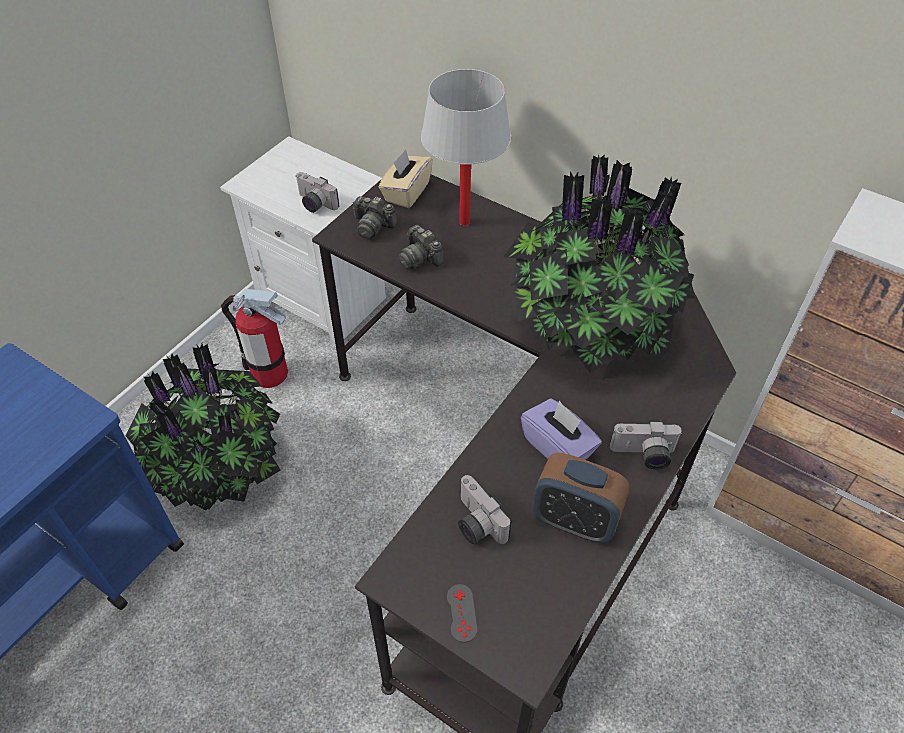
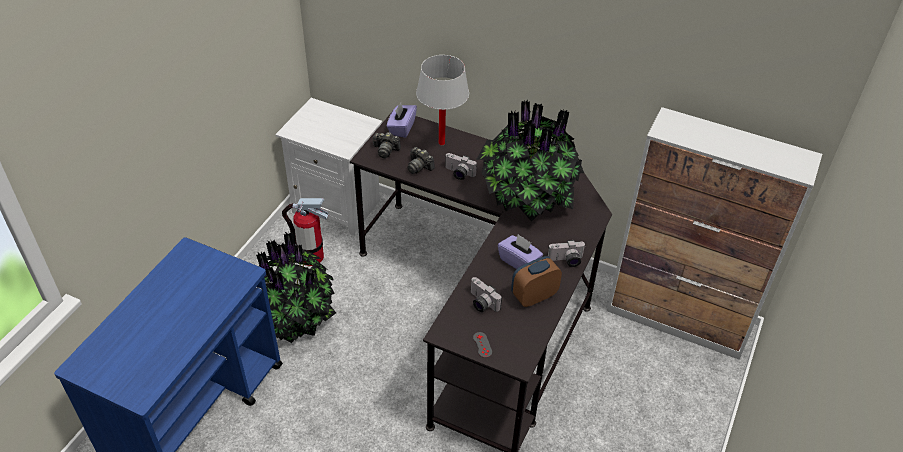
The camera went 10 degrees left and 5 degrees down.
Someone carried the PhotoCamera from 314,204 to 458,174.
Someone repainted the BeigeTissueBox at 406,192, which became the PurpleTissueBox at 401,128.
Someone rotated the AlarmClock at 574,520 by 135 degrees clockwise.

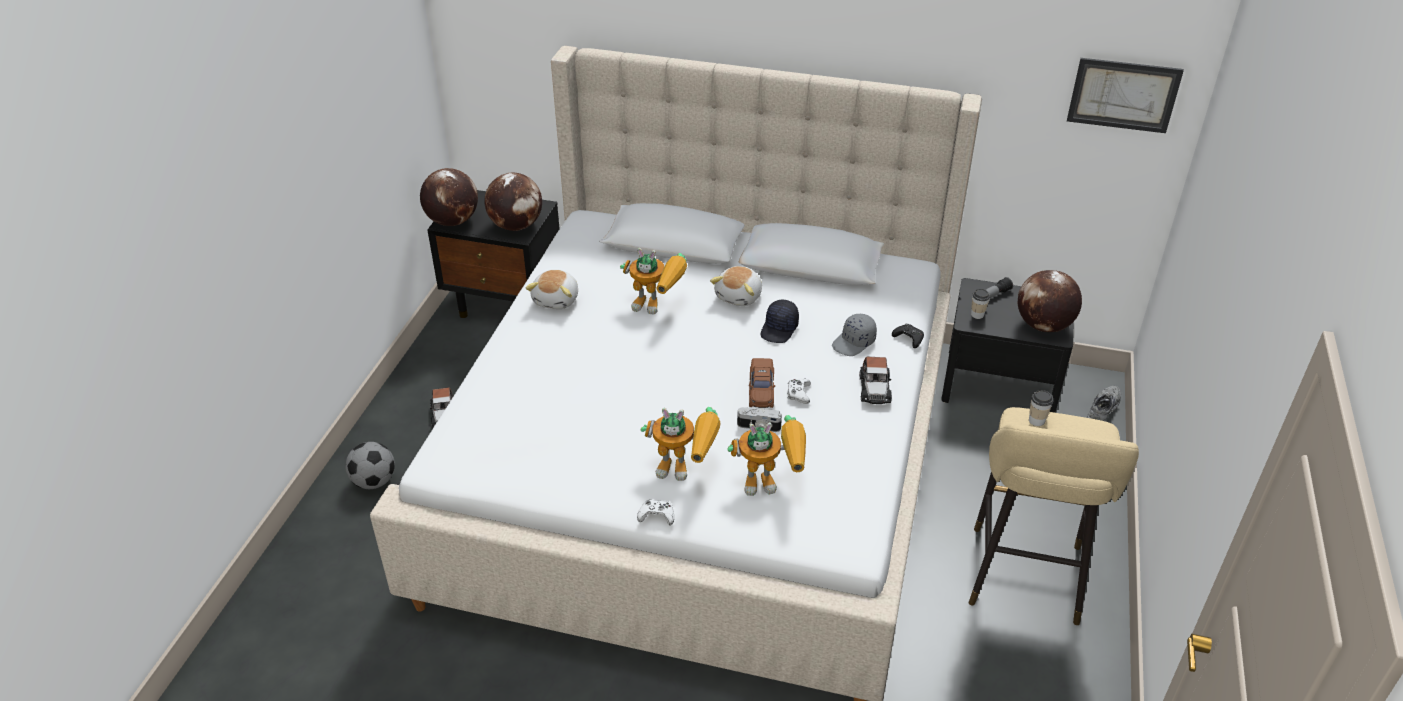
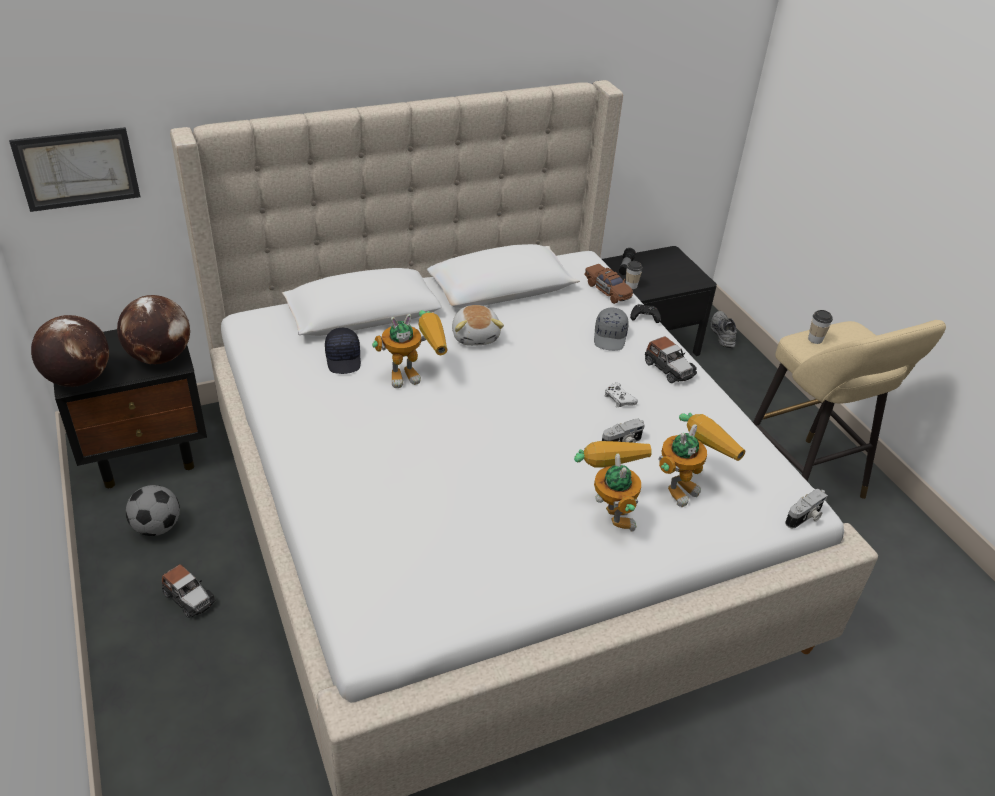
The camera went 40 degrees left and 0 degrees up.
Someone carried the Football from 374,481 to 157,527.
Someone took away the PlushToy at 557,299.
Someone took away the WhiteGameController at 656,515.
Someone rotated the ToyRobot at 686,469 by 75 degrees counterclockwise.
Someone carried the BrownToyCar from 761,391 to 607,290.
Someone carried the BlackCap from 780,329 to 344,359.
Someone took away the Globe at 1043,326.
Someone carried the Picture from 1123,95 to 77,168.
Someone put down the PhotoCamera at 805,517.

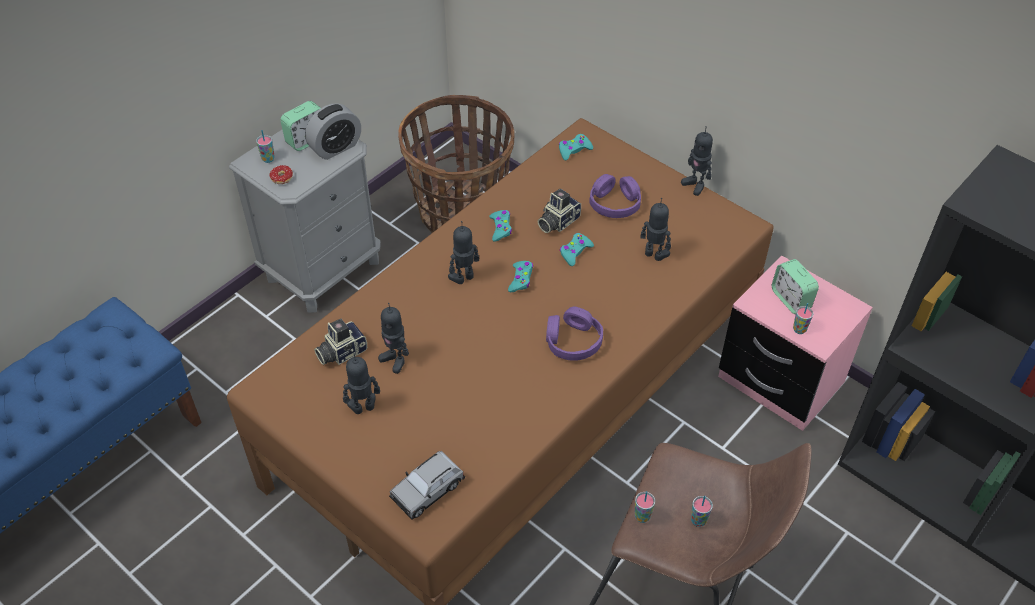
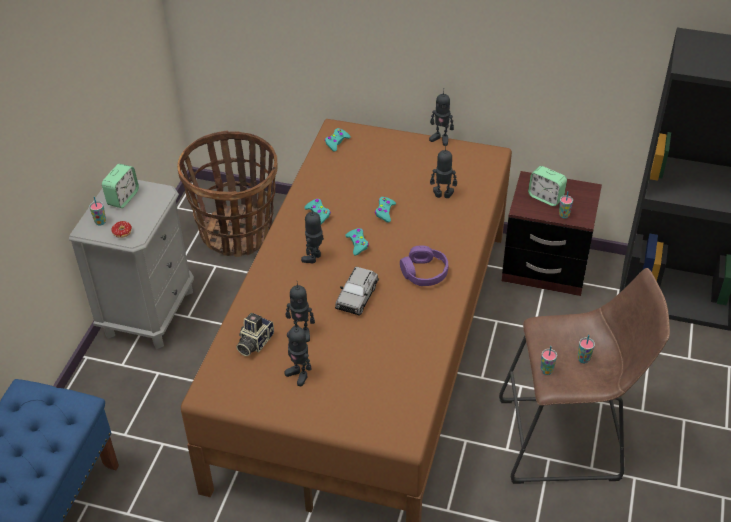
The camera went 25 degrees left and 5 degrees down.
Someone took away the AlarmClock at 336,147.
Someone rotated the ToyRobot at 363,407 by 90 degrees counterclockwise.
Someone carried the GreyToyCar from 427,490 to 357,297.
Someone took away the PhotoCamera at 557,221.
Someone took away the PurpleHeadphones at 614,203.
Someone repainted the PinkNightstand at 780,380, which became the BrownNightstand at 545,267.

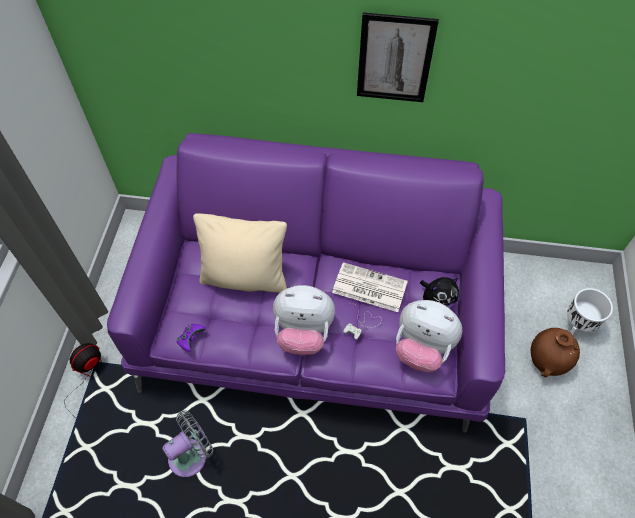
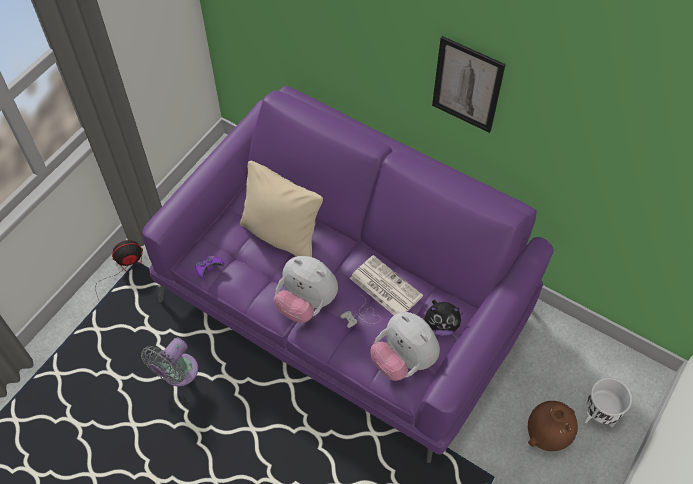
The camera went 25 degrees right and 0 degrees up.
Someone rotated the GreyFan at 191,455 by 135 degrees clockwise.

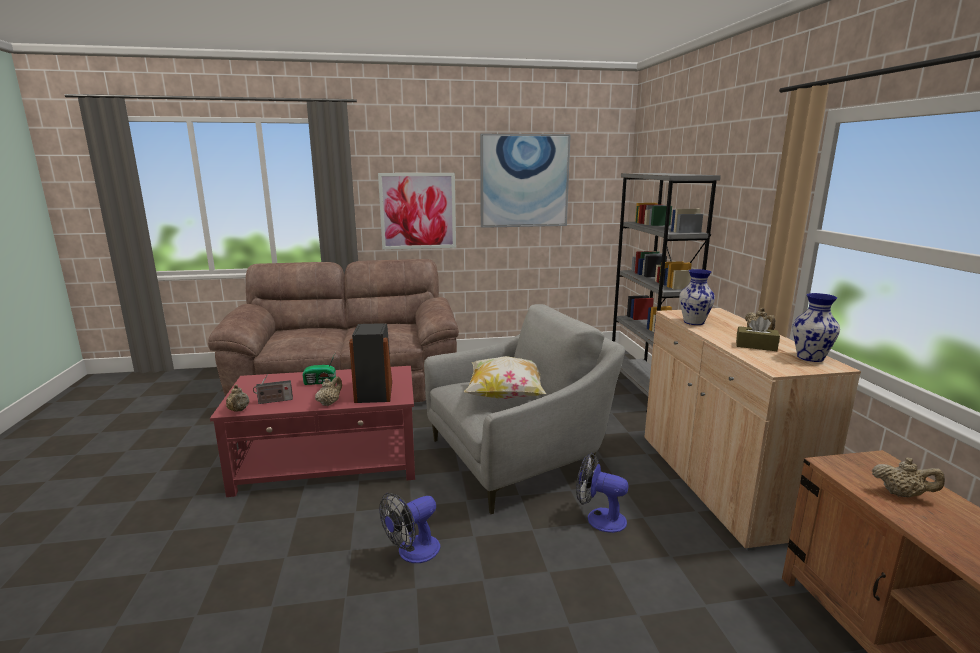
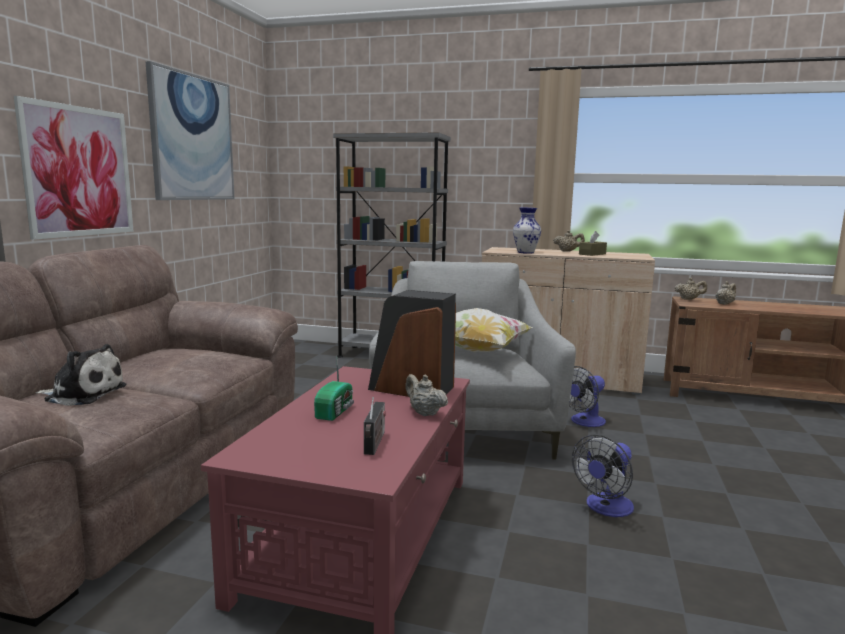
The camera went 65 degrees left and 5 degrees down.
Someone carried the BeigeTeapot from 238,410 to 689,299.
Someone rotated the Fan at 412,553 by 60 degrees clockwise.
Someone took away the Vase at 811,358.
Someone put down the PlushToy at 83,394.

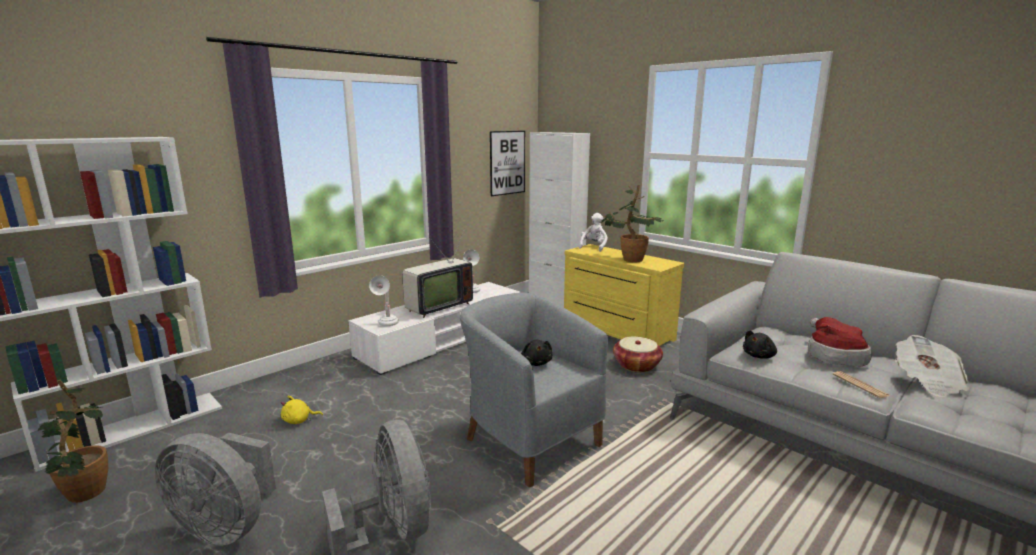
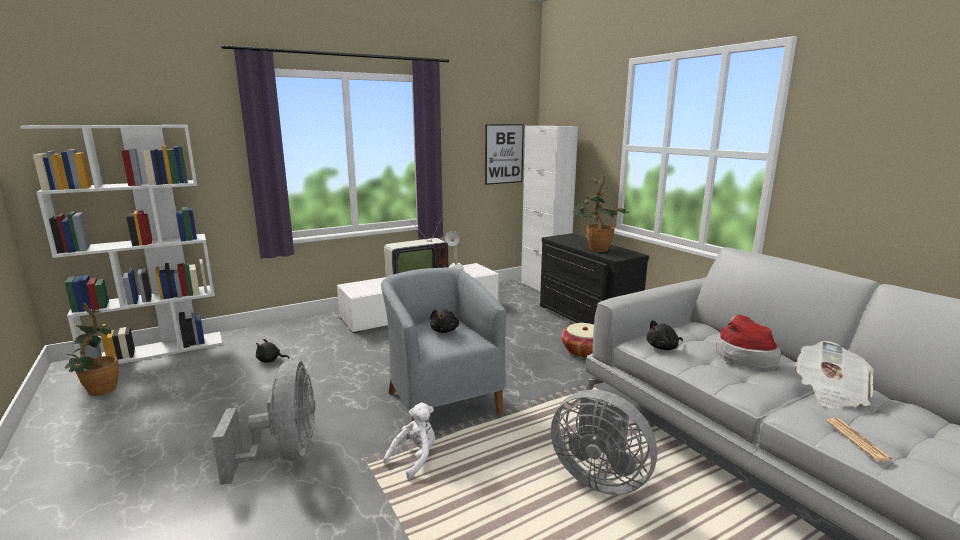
The camera went 15 degrees right and 0 degrees up.
Someone carried the GreyFan from 226,526 to 599,477.
Someone repainted the YellowPlushToy at 299,420, which became the BlackPlushToy at 270,360.
Someone took away the WhiteTableLamp at 386,325.
Someone repainted the YellowDresser at 615,331, which became the BlackDresser at 584,319.
Someone carried the WhitePlushToy from 593,247 to 415,458.
Someone carried the Newspaper from 860,385 to 857,440.

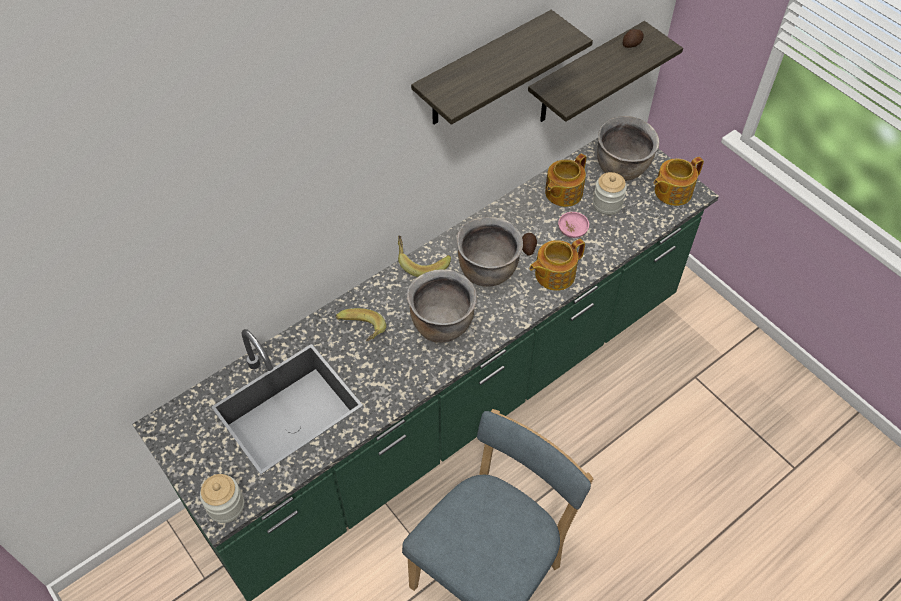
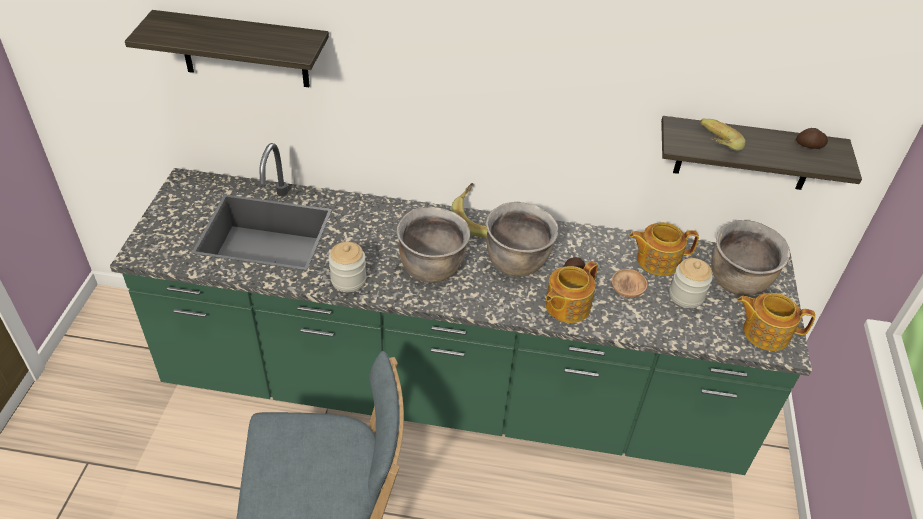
The camera went 45 degrees right and 10 degrees down.
Someone carried the Jar from 226,506 to 348,280.
Someone carried the Banana from 361,334 to 712,147.
Someone carried the Shelf from 482,71 to 244,50.
Someone rotated the Teapot at 553,274 by 60 degrees counterclockwise.
Someone repainted the PinkBowl at 572,230, which became the BrownBowl at 627,290.

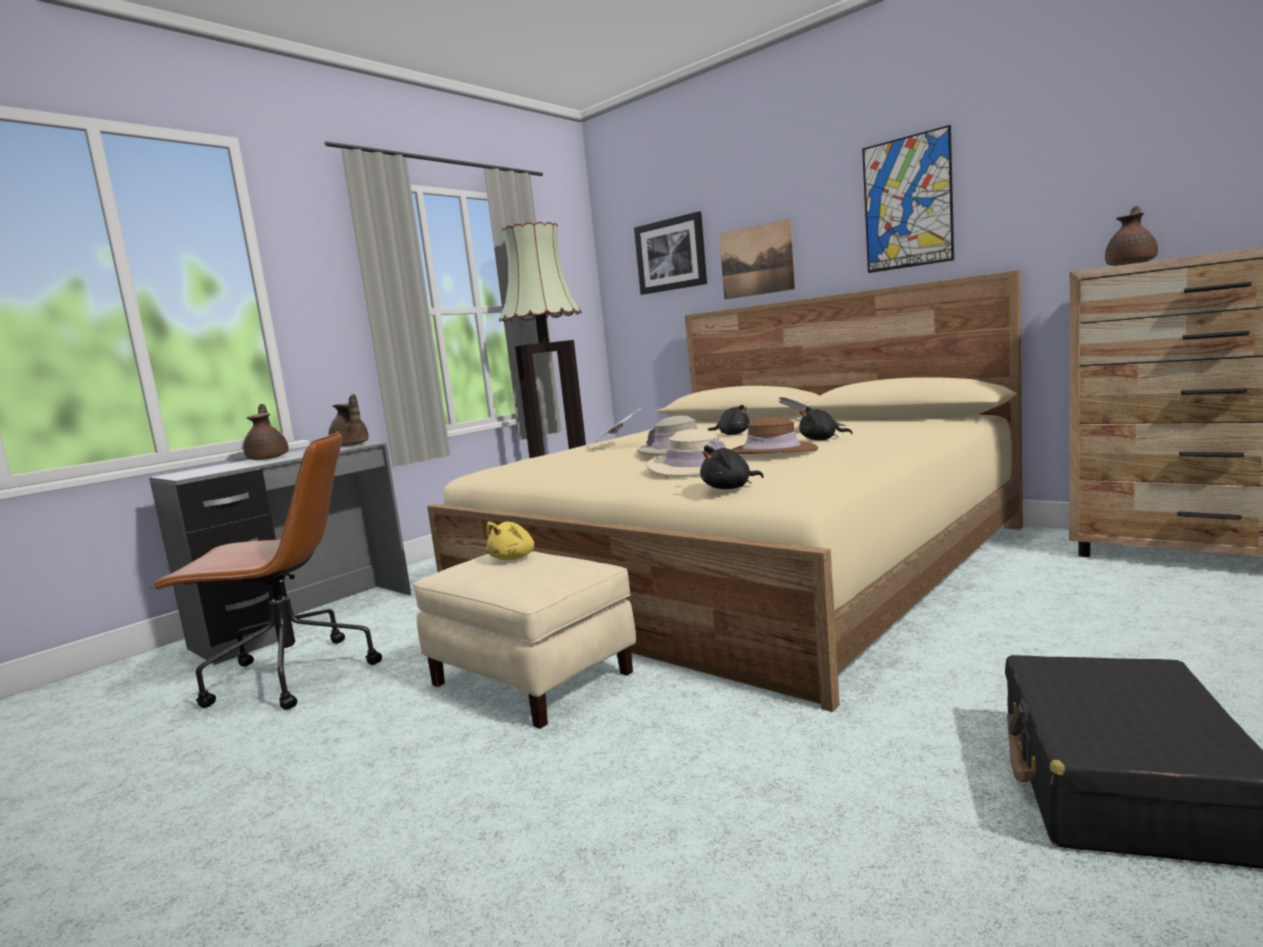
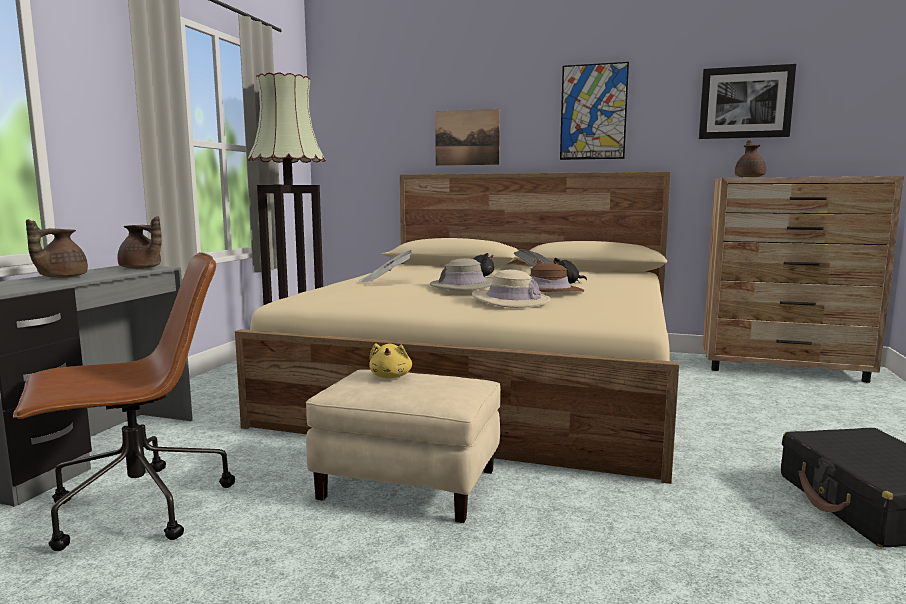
The camera went 25 degrees left and 0 degrees up.
Someone rotated the BrownTeapot at 269,458 by 120 degrees counterclockwise.
Someone carried the Picture from 670,255 to 745,102.
Someone took away the BlackPlushToy at 730,488.

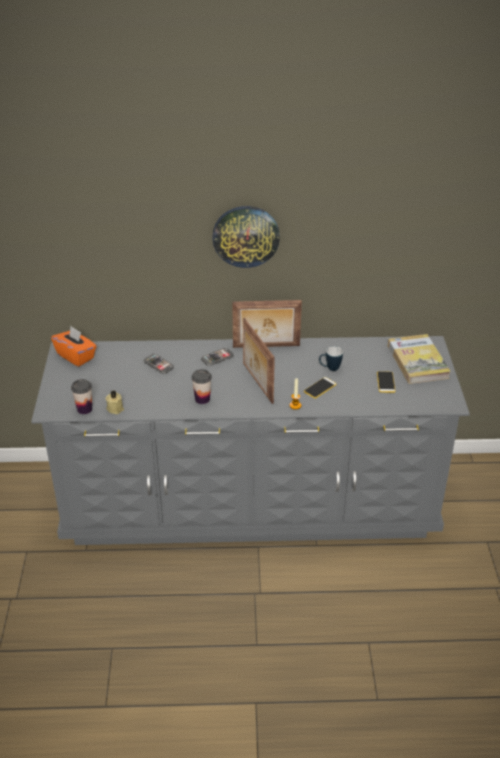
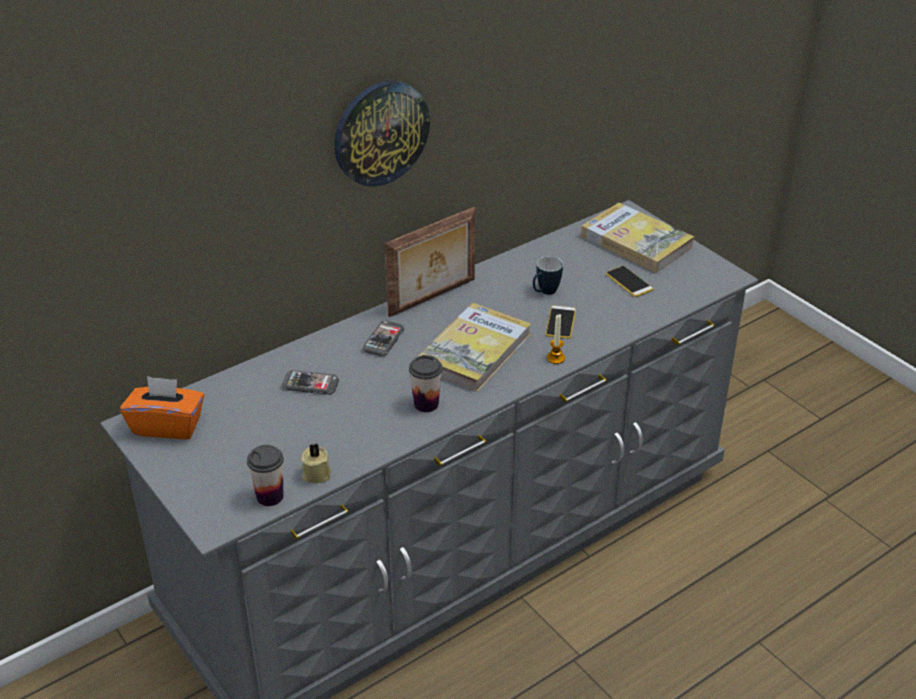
The camera went 35 degrees left and 0 degrees up.
Someone swapped the PictureFrame at 256,383 for the Book at 474,351.

